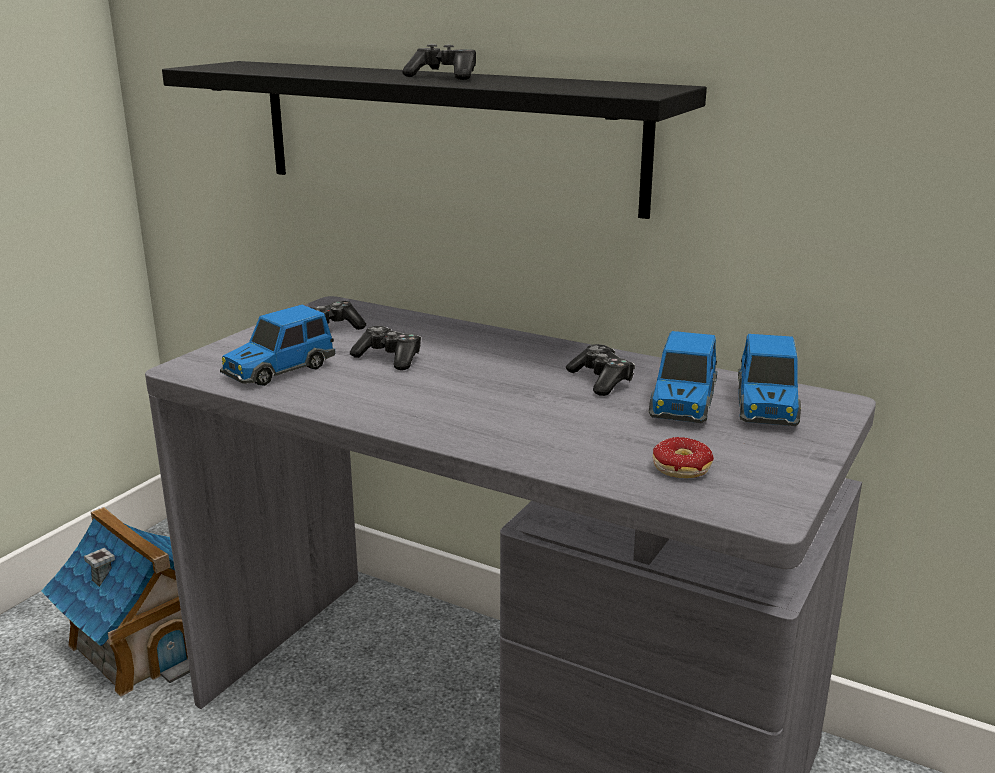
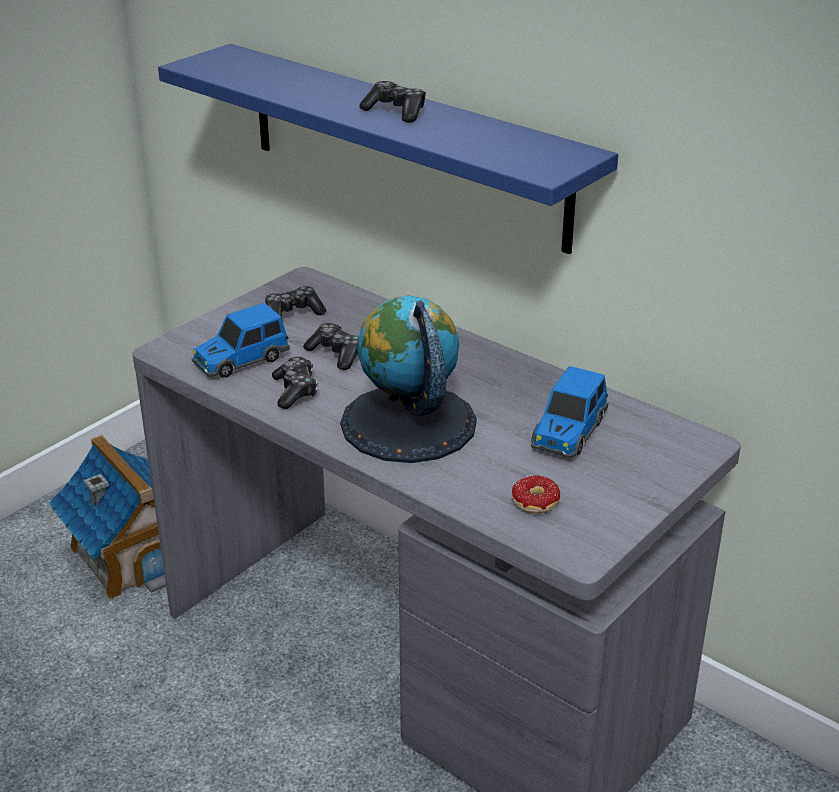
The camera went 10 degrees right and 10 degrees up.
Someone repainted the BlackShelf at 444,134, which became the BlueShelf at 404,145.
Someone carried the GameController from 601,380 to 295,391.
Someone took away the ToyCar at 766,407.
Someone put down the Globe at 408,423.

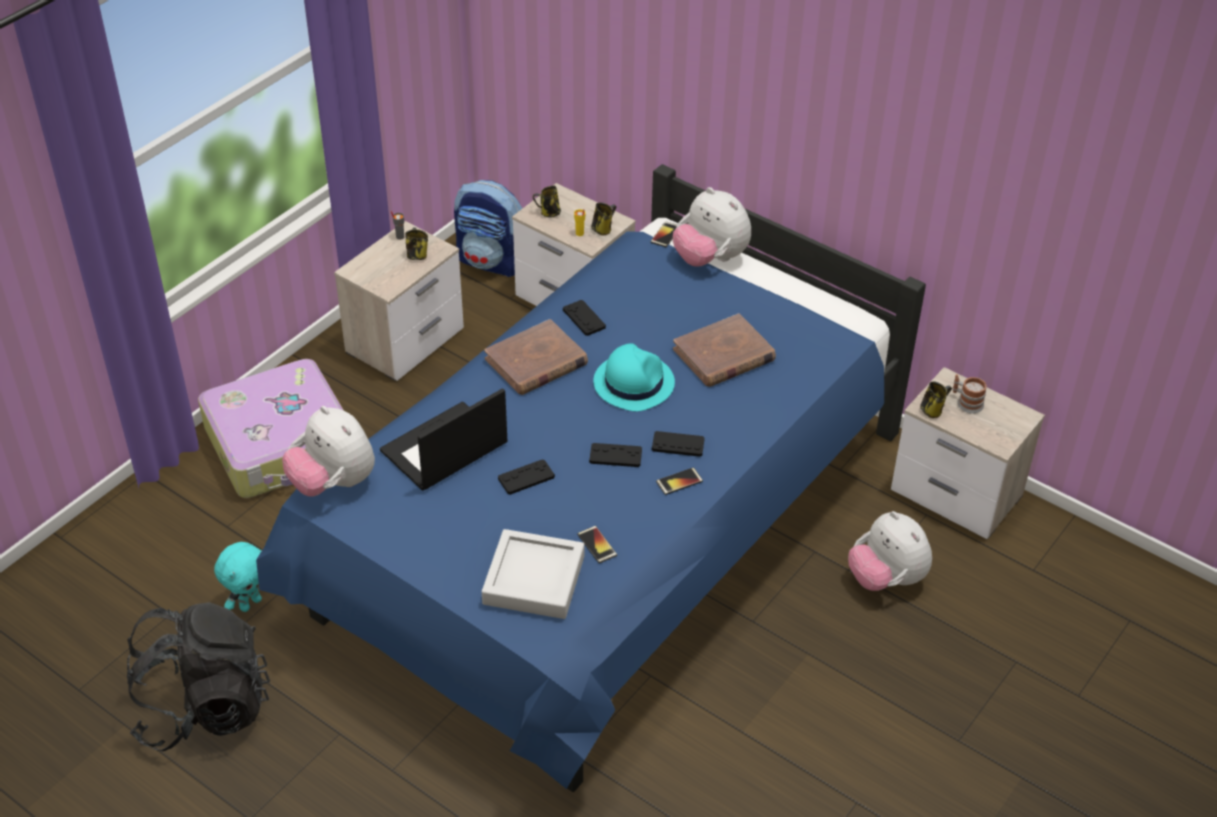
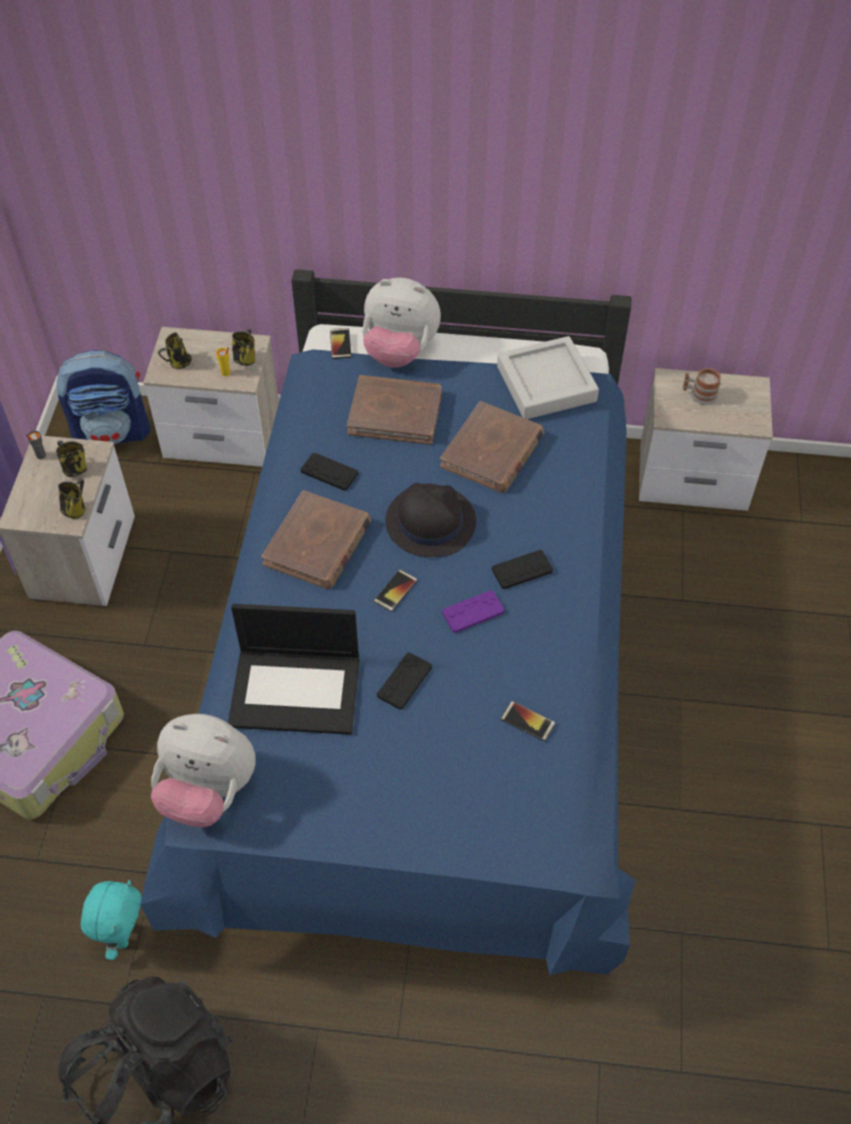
The camera went 30 degrees left and 10 degrees up.
Someone rotated the Laptop at 444,449 by 105 degrees counterclockwise.
Someone carried the GreyTray from 534,580 to 546,384.
Someone repainted the BlackGameController at 615,456, which became the PurpleGameController at 473,612.
Someone repainted the TurquoiseHat at 633,382, which became the BlackHat at 430,521.
Someone carried the Phone from 679,481 to 395,591.
Someone took away the PlushToy at 886,579.
Someone carried the Mug from 933,410 to 75,509.
Someone put down the BrownBook at 395,413.

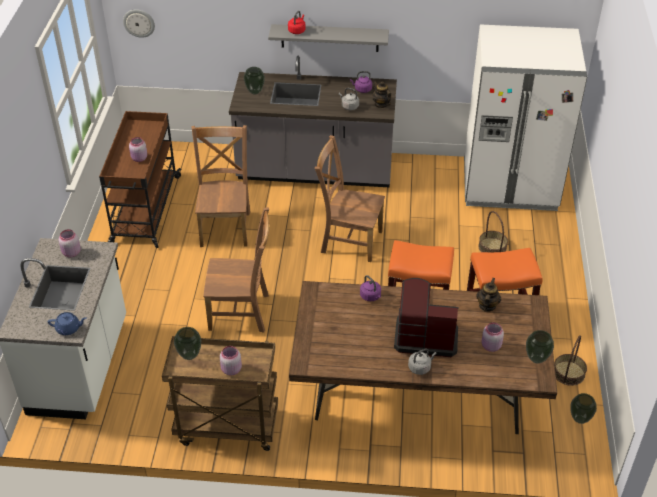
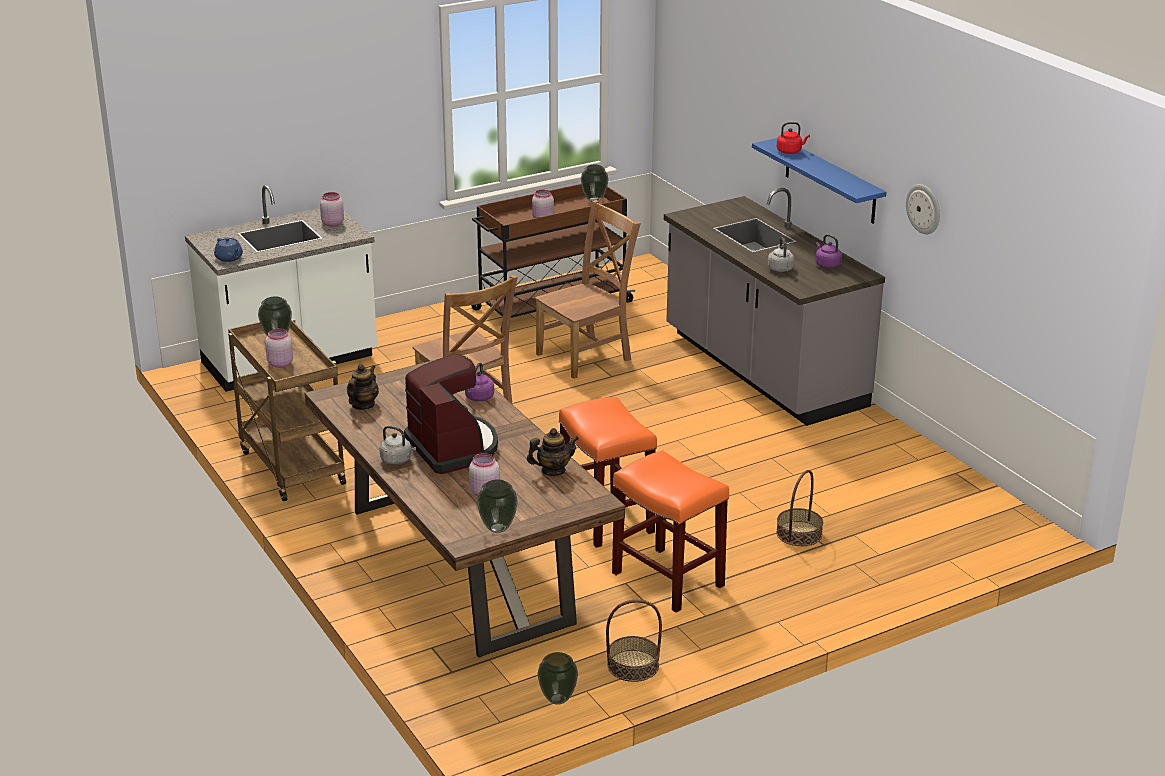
The camera went 55 degrees right and 15 degrees down.
Someone carried the WallClock from 139,23 to 924,208.
Someone carried the Vase from 254,92 to 594,199.
Someone repainted the GreyShelf at 329,38, which became the BlueShelf at 830,181.
Someone took away the BrownChair at 349,241.
Someone carried the Teapot from 381,104 to 363,405.
Someone took away the WhiteFridge at 509,185.

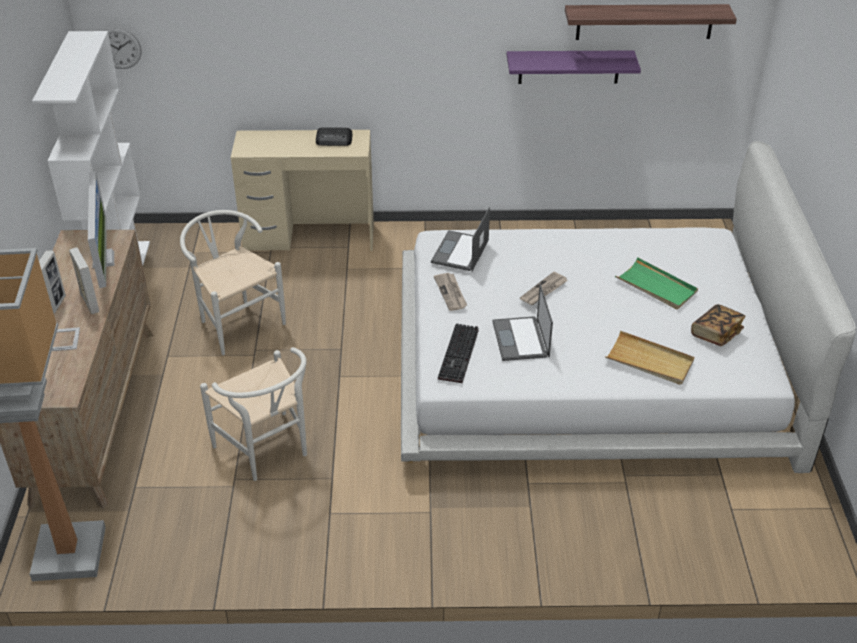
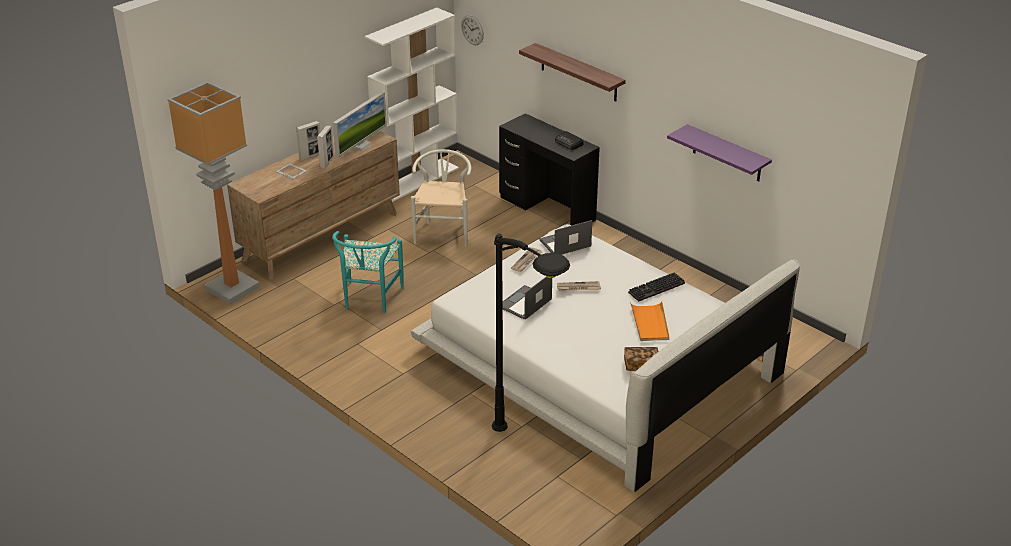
The camera went 45 degrees right and 5 degrees down.
Someone repainted the WhiteChair at 267,452, which became the TurquoiseChair at 369,300.
Someone repainted the BeigeDesk at 309,236, which became the BlackDesk at 547,209.
Someone carried the Keyboard from 459,355 to 656,289.
Someone carried the Shelf from 644,21 to 578,72.
Someone took away the BeigeTray at 649,361.
Someone repainted the GreenTray at 656,286, which became the OrangeTray at 650,323.
Someone put down the BlackFloorLamp at 532,452.

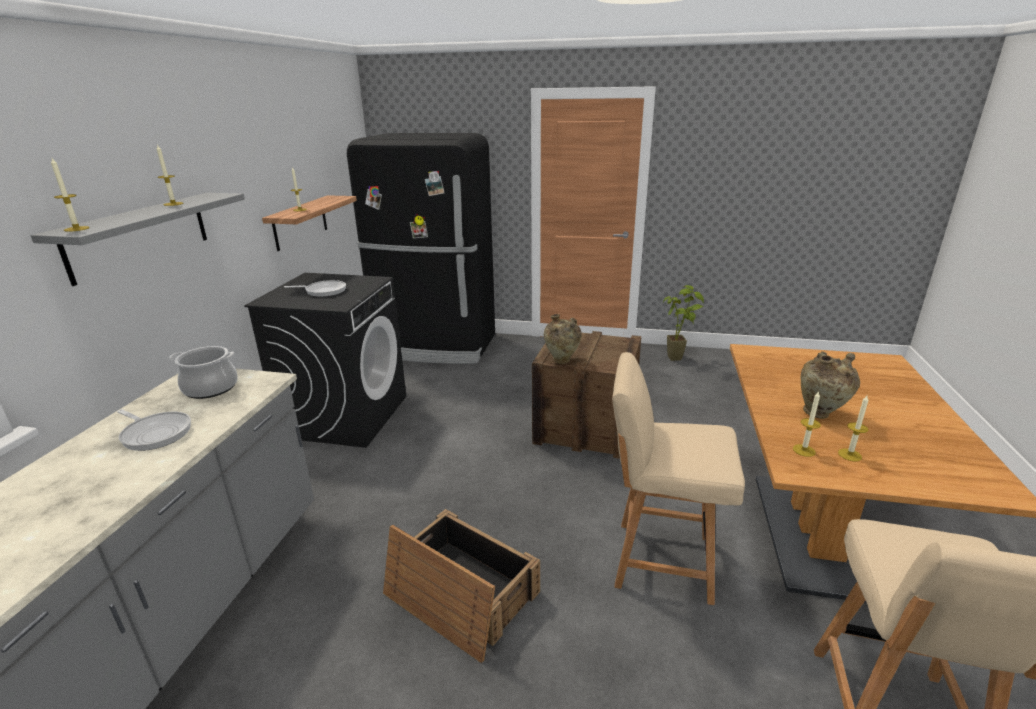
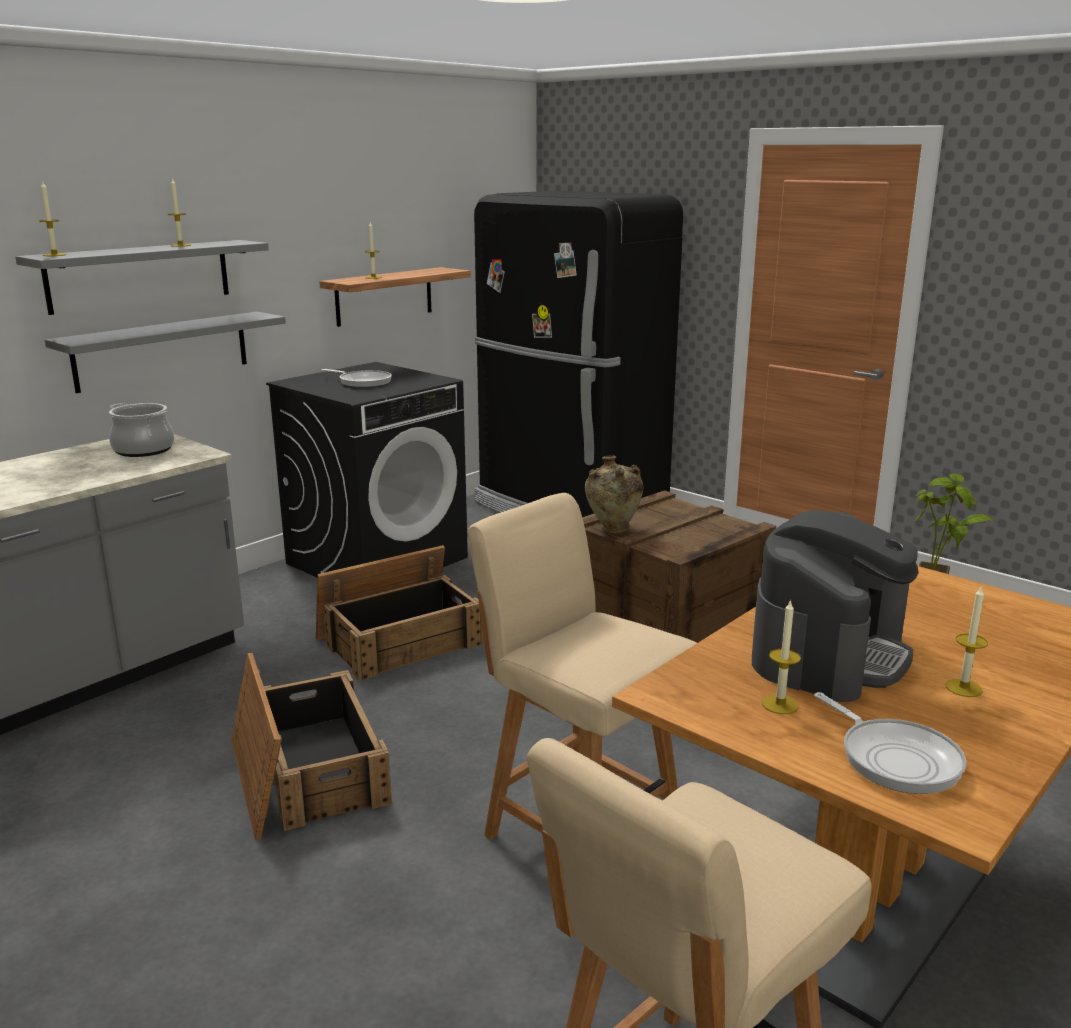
The camera went 30 degrees right and 5 degrees down.
Someone carried the FryingPan from 155,433 to 895,758.
Someone carried the Candle from 804,450 to 963,688.
Someone swapped the BeigeVase at 820,414 for the CoffeeMachine at 829,654.
Someone put up the GreyShelf at 162,351.
Someone put down the Crate at 400,640.

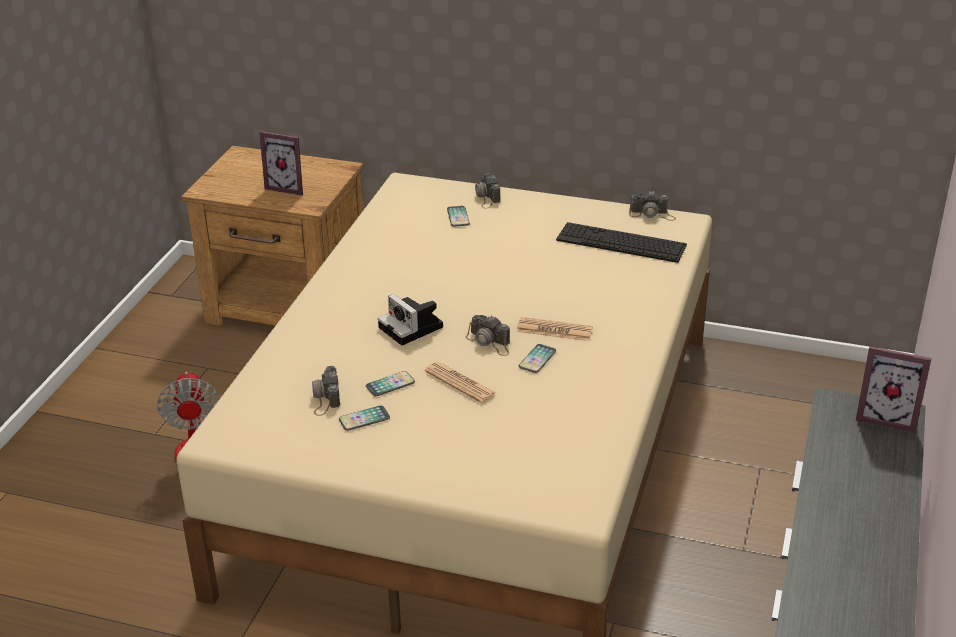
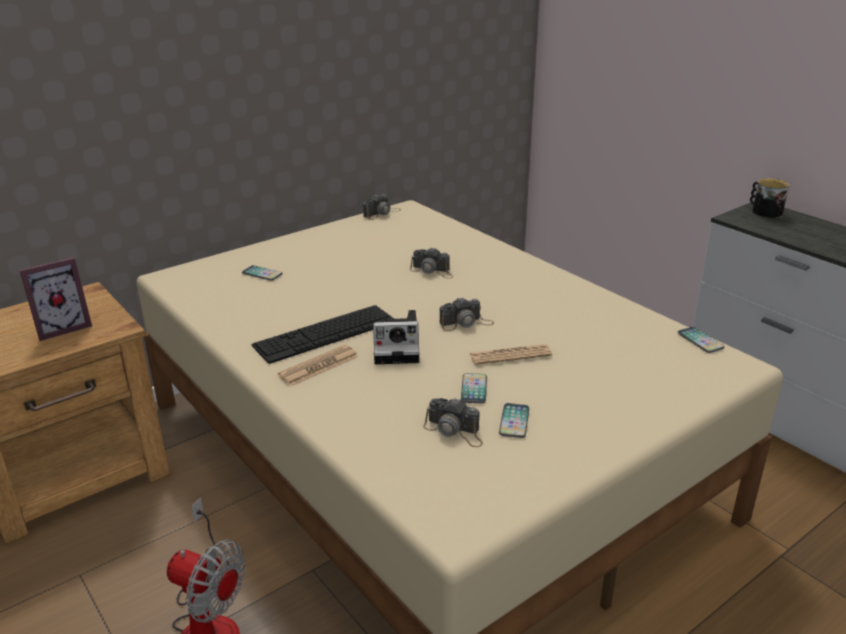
The camera went 55 degrees left and 5 degrees down.
Someone carried the PhotoCamera from 486,197 to 432,271.
Someone carried the Newspaper from 554,330 to 319,366.
Someone carried the Phone from 537,359 to 700,341.
Someone carried the Keyboard from 621,242 to 325,333.
Someone swapped the PictureFrame at 887,417 for the Mug at 764,211.

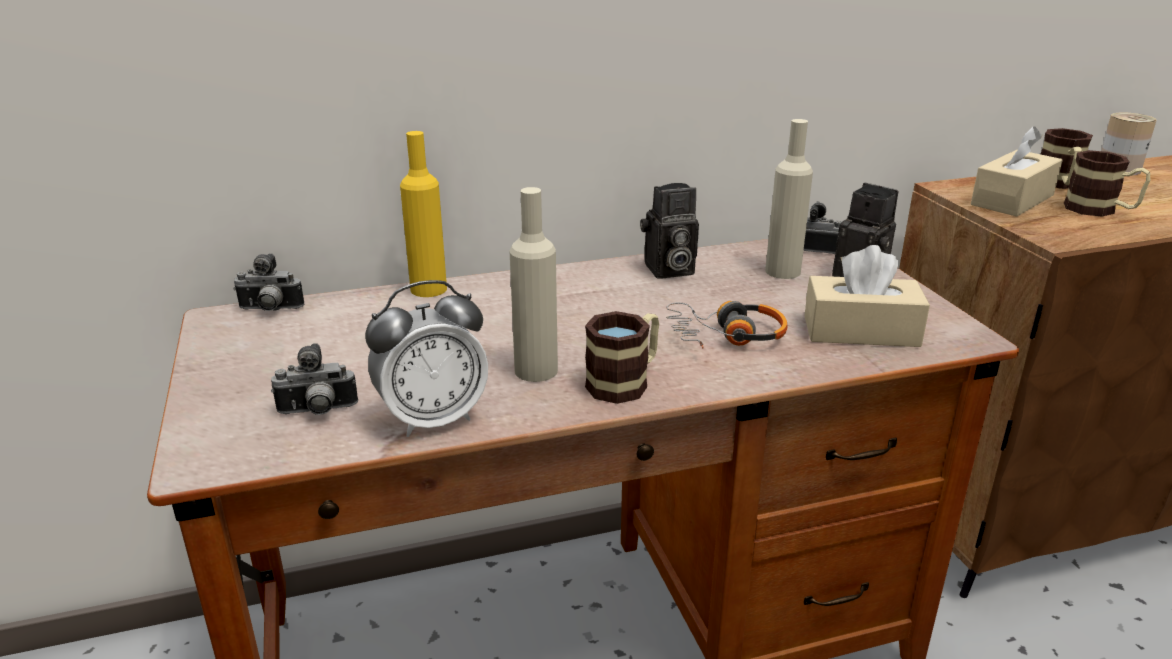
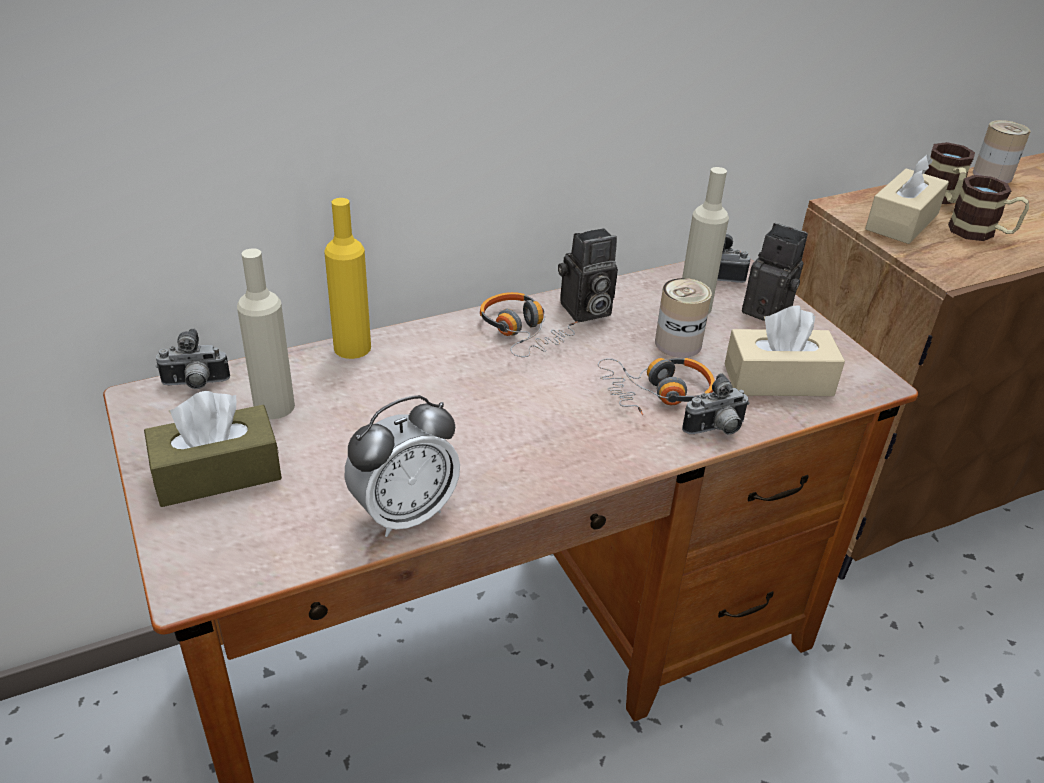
The camera went 10 degrees left and 10 degrees up.
Someone carried the PhotoCamera from 317,412 to 716,430.
Someone carried the BeigeBottle from 536,370 to 274,406.
Someone took away the Mug at 625,381.
Someone put down the BrownTissueBox at 217,473.
Someone put down the Headphones at 523,332.
Someone put down the Can at 678,343.

